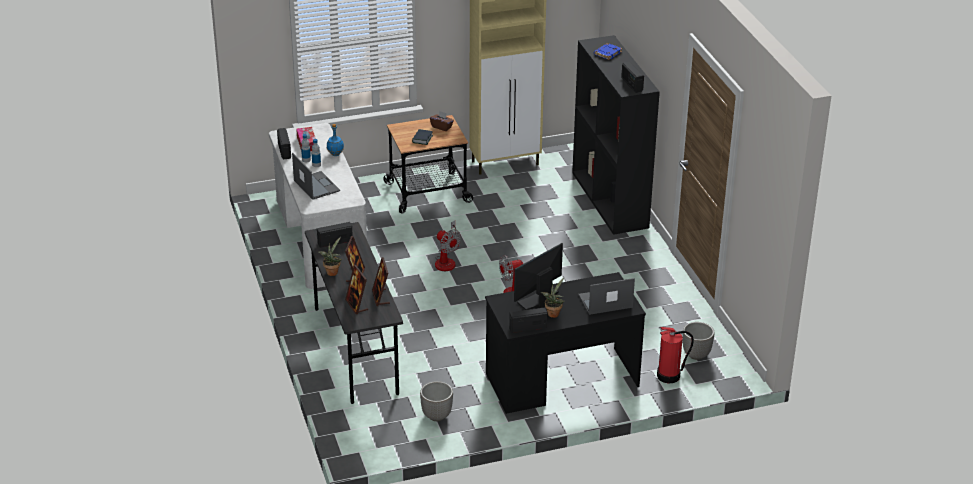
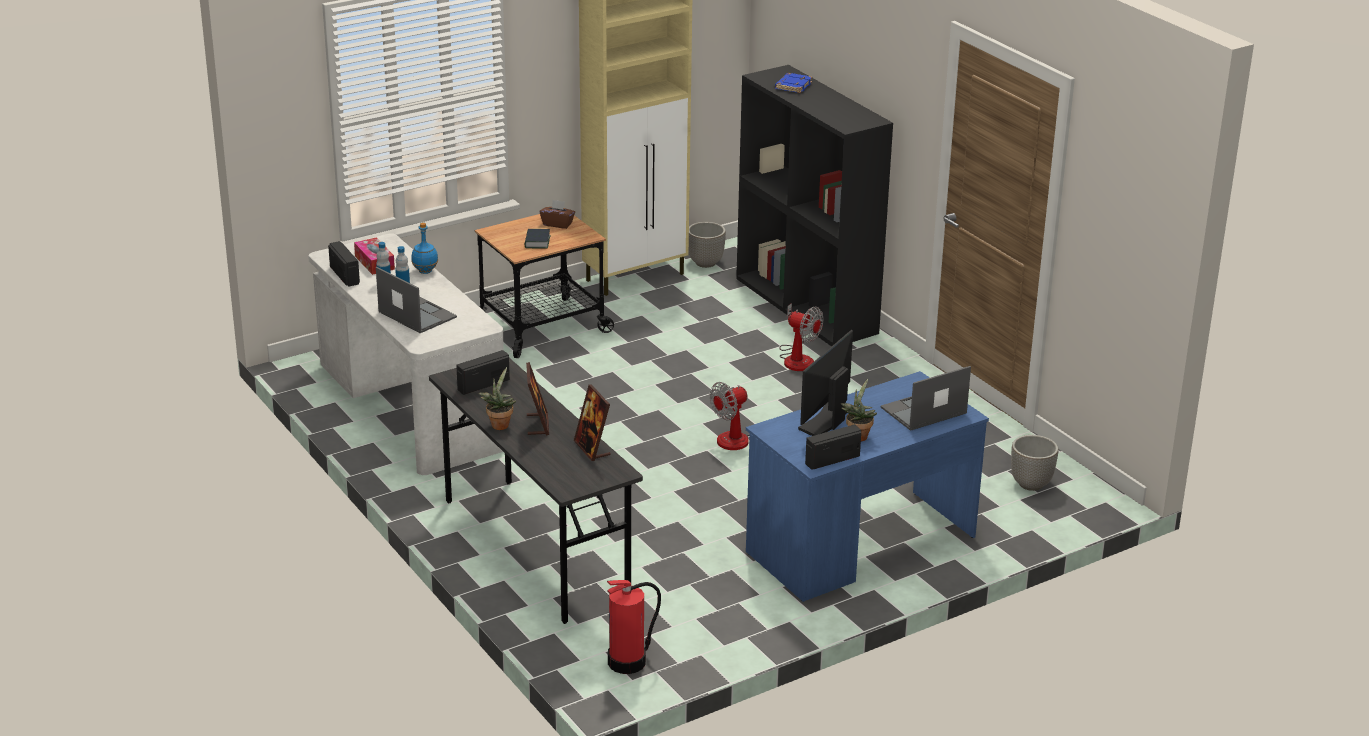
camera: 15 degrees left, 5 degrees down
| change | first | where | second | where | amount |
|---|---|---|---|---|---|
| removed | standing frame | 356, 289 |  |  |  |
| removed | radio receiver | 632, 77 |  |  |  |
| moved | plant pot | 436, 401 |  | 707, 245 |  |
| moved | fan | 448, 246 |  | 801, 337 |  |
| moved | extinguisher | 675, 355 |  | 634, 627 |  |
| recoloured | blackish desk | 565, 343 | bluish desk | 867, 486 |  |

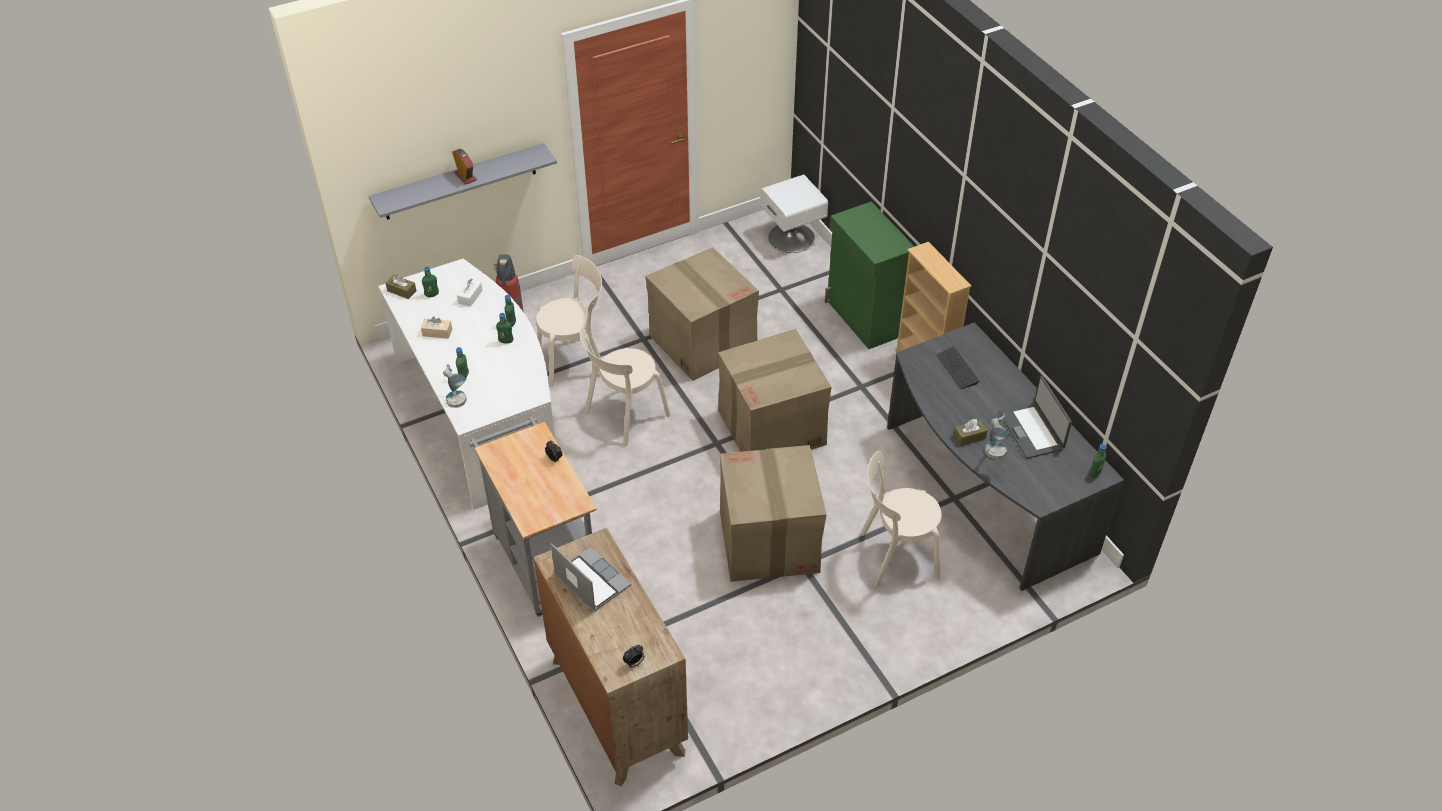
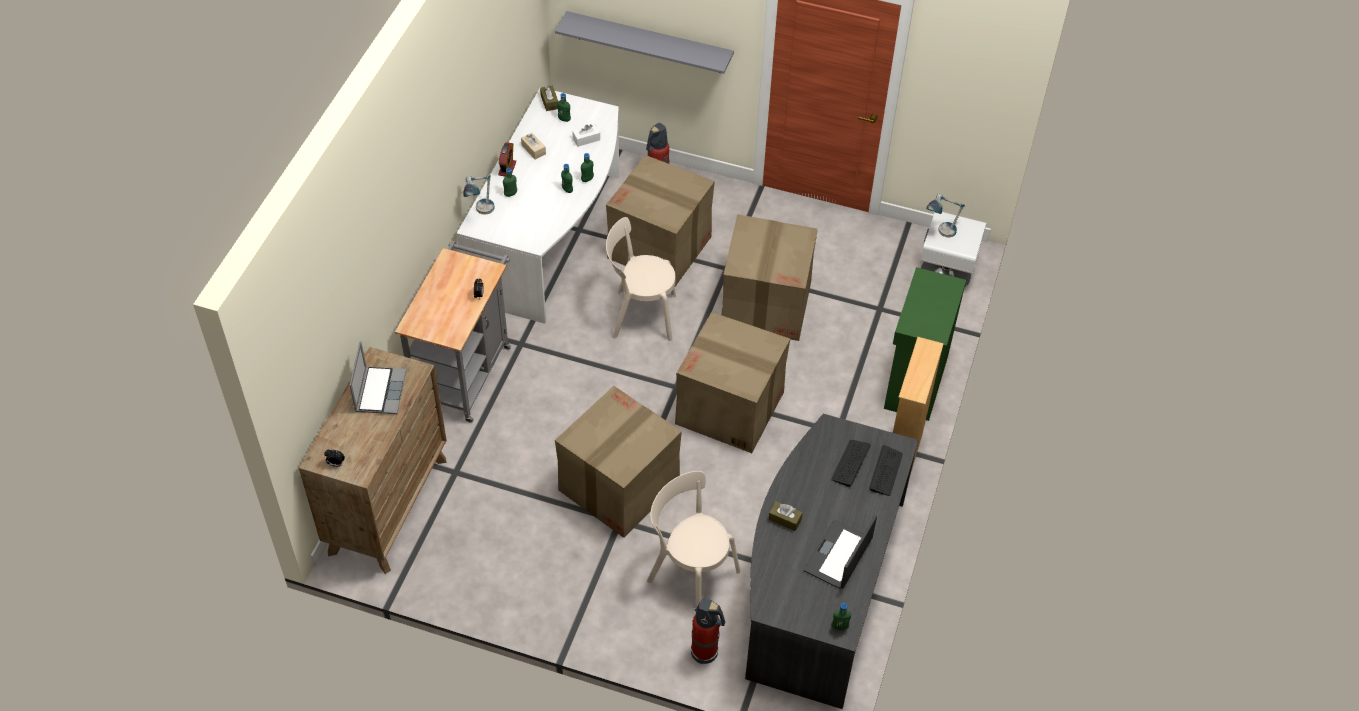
camera: 45 degrees right, 5 degrees up
| change | first | where | second | where | amount |
|---|---|---|---|---|---|
| added |  |  | extinguisher | 708, 631 |  |
| added |  |  | keyboard | 886, 470 |  |
| moved | bedside clock | 464, 167 |  | 507, 159 |  |
| moved | tabletop lamp | 997, 436 |  | 945, 215 |  |
| replaced | beige-coloured plain chair | 569, 321 | cardboard box | 660, 220 |  |

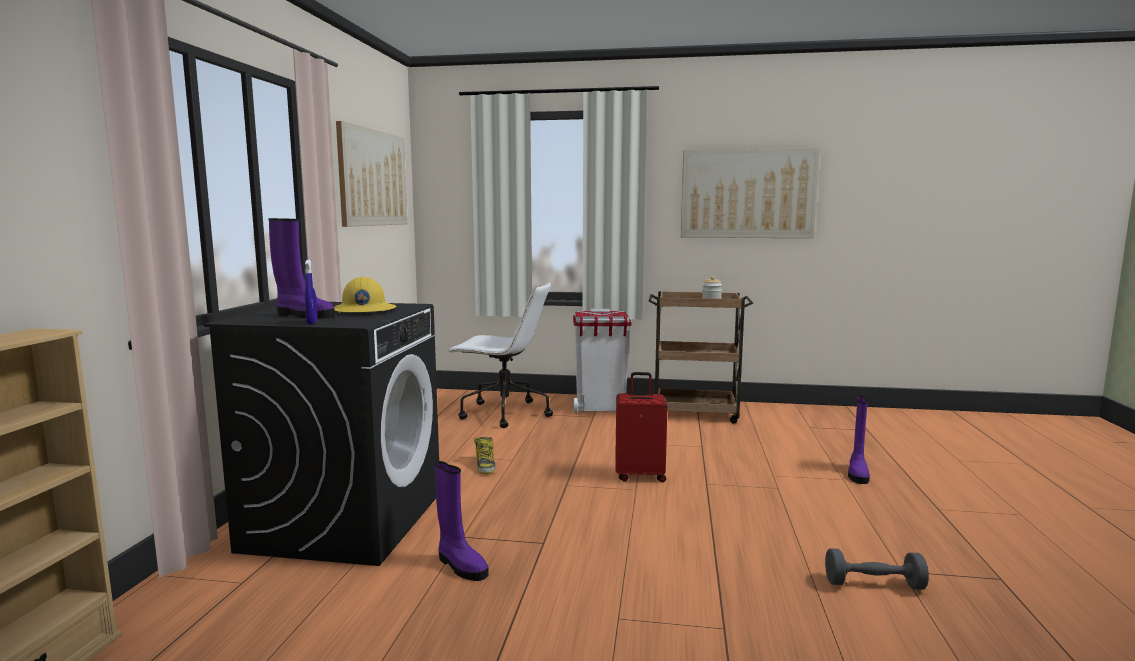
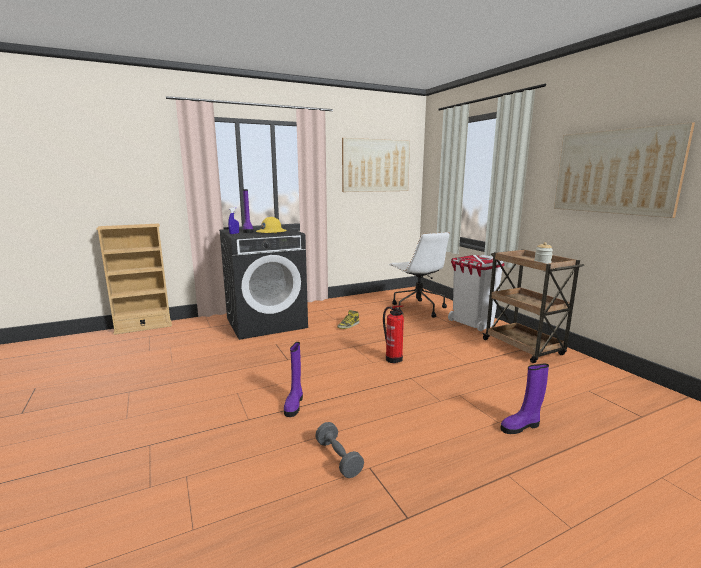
camera: 55 degrees right, 5 degrees up
| change | first | where | second | where | amount |
|---|---|---|---|---|---|
| moved | purple-coloured high-top boot | 462, 521 |  | 293, 379 |  |
| replaced | red piece of luggage | 641, 427 | extinguisher | 393, 334 |  |

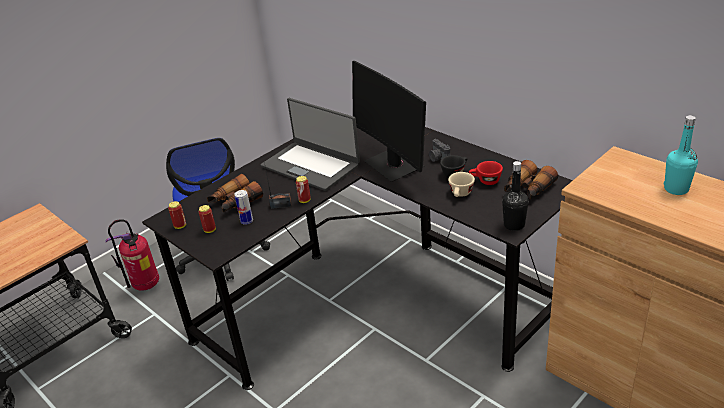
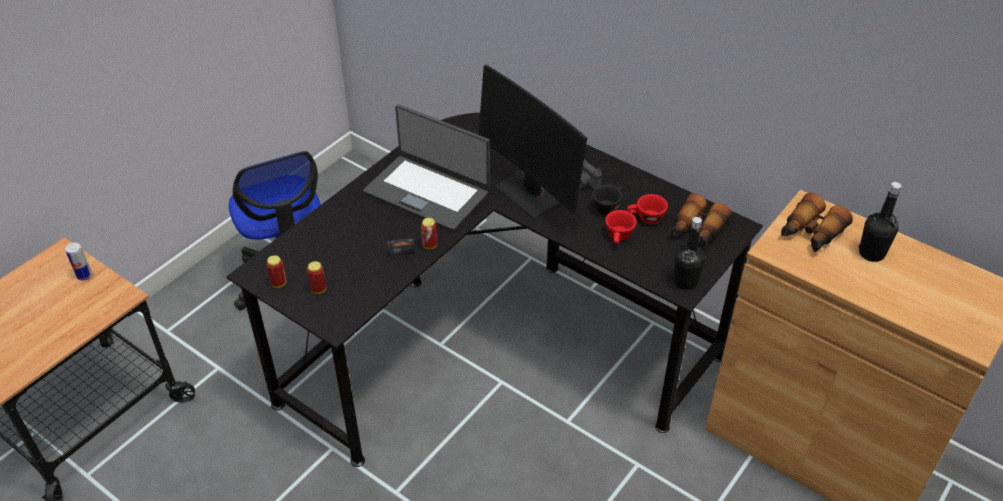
camera: 10 degrees left, 10 degrees up
| change | first | where | second | where | amount |
|---|---|---|---|---|---|
| removed | extinguisher | 132, 255 |  |  |  |
| moved | binoculars | 235, 193 |  | 817, 222 |  |
| moved | can | 243, 207 |  | 78, 261 |  |
| recoloured | beige-coloured cup | 461, 184 | red cup | 621, 227 |  |
| recoloured | turquoise bottle | 681, 155 | blackish bottle | 880, 222 |  |

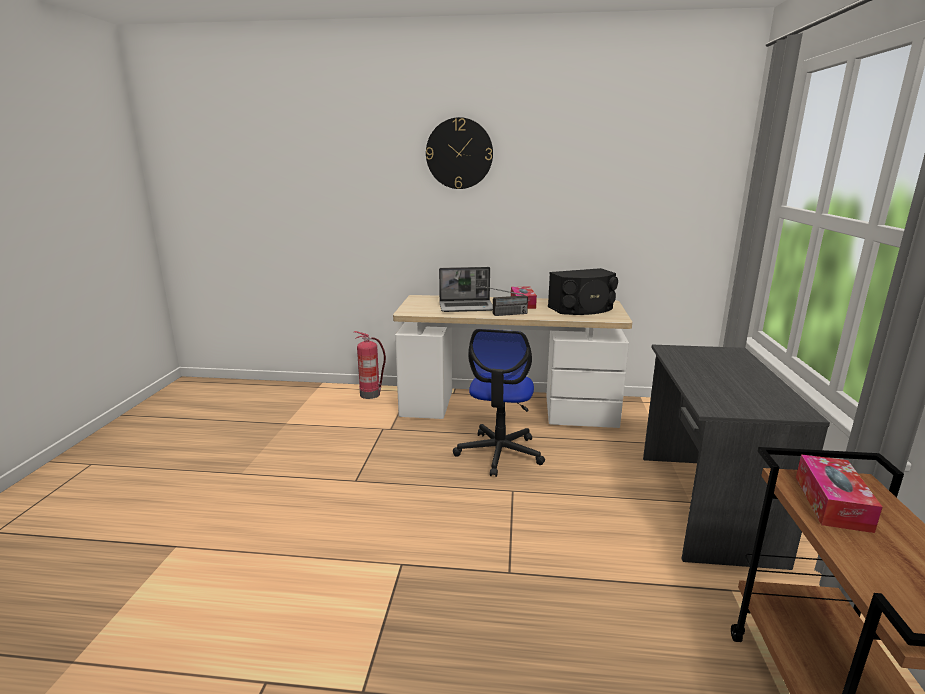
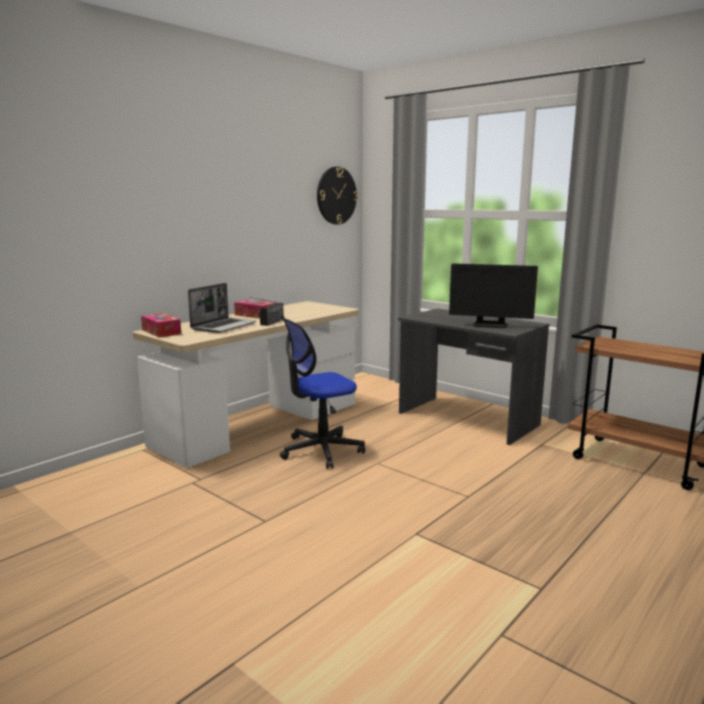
camera: 55 degrees left, 5 degrees down
| change | first | where | second | where | amount |
|---|---|---|---|---|---|
| removed | extinguisher | 370, 365 |  |  |  |
| removed | blackish loudspeaker | 583, 291 |  |  |  |
| added |  |  | computer screen | 493, 295 |  |
| moved | clock on the wall | 459, 153 |  | 337, 196 |  |
| moved | tissue box | 839, 493 |  | 161, 325 |  |
| turned | computer chair | 499, 403 |  | 322, 393 | 105 degrees clockwise |

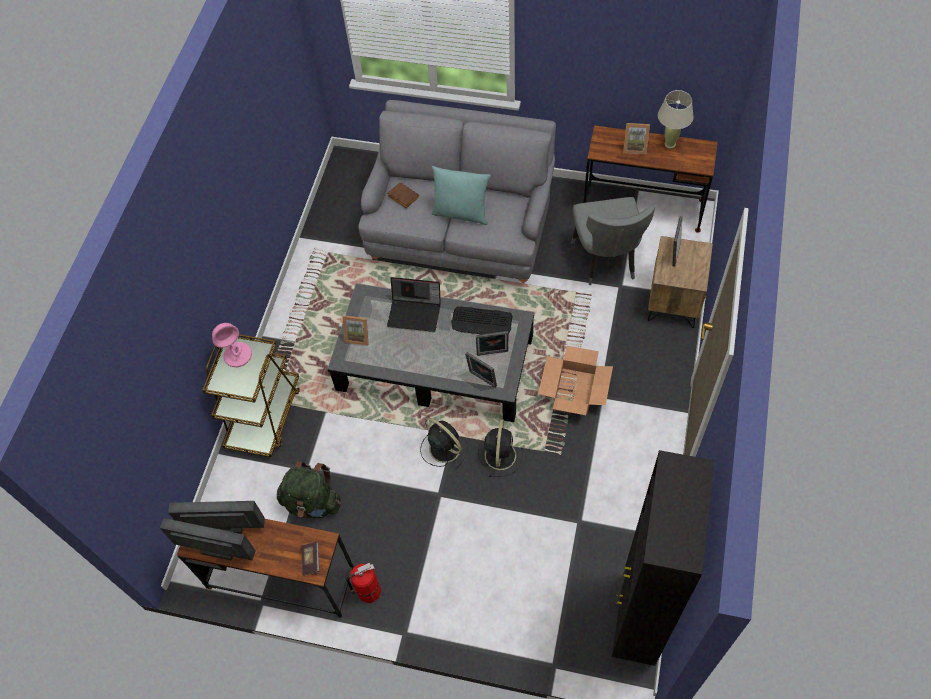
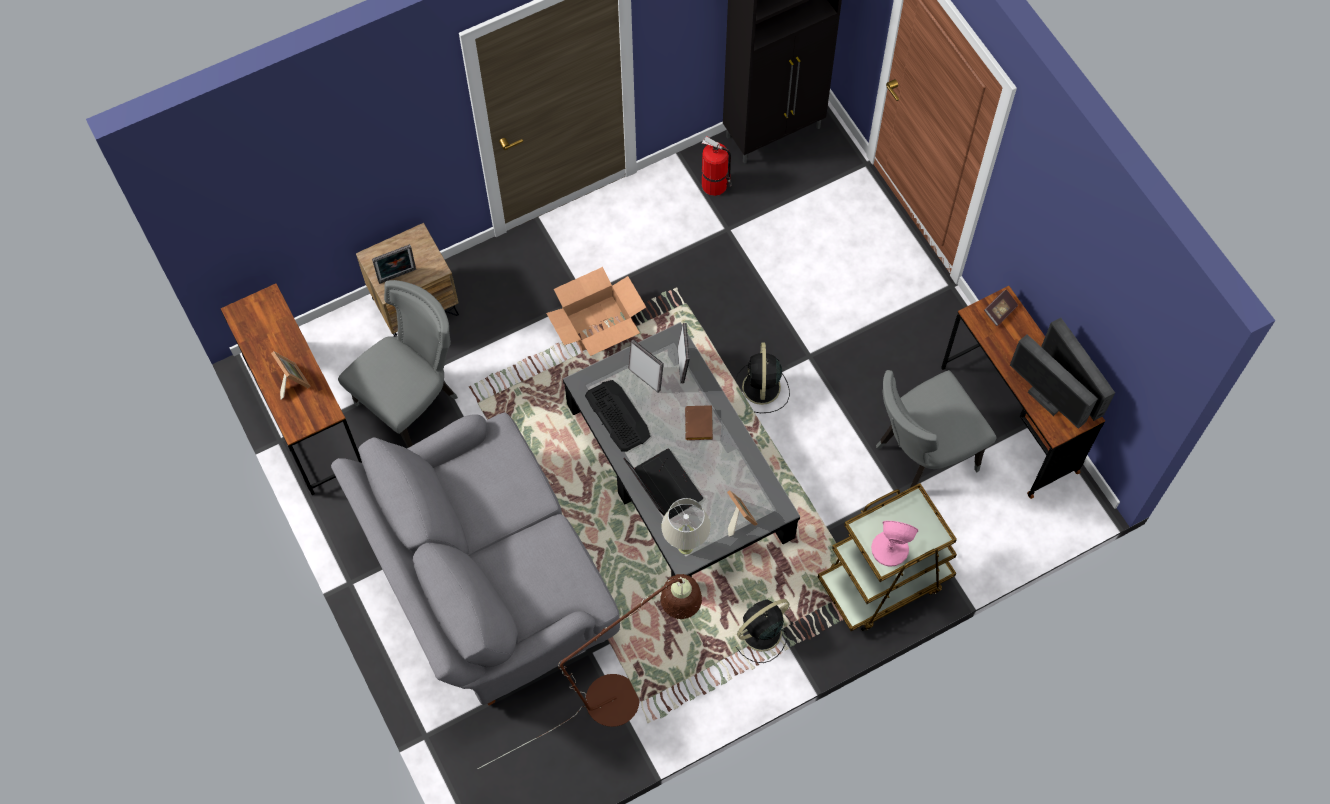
camera: 135 degrees left, 5 degrees up
| change | first | where | second | where | amount |
|---|---|---|---|---|---|
| removed | turquoise pillow | 461, 195 |  |  |  |
| added |  |  | brownish standard lamp | 590, 671 |  |
| moved | extinguisher | 364, 583 |  | 716, 166 |  |
| moved | brownish volume | 403, 195 |  | 699, 422 |  |
| moved | blackish fan | 500, 448 |  | 765, 631 |  |
| moved | beige-coloured tabletop lamp | 676, 119 |  | 686, 526 |  |
| replaced | green knapsack | 309, 489 | grey plain chair | 936, 428 |  |

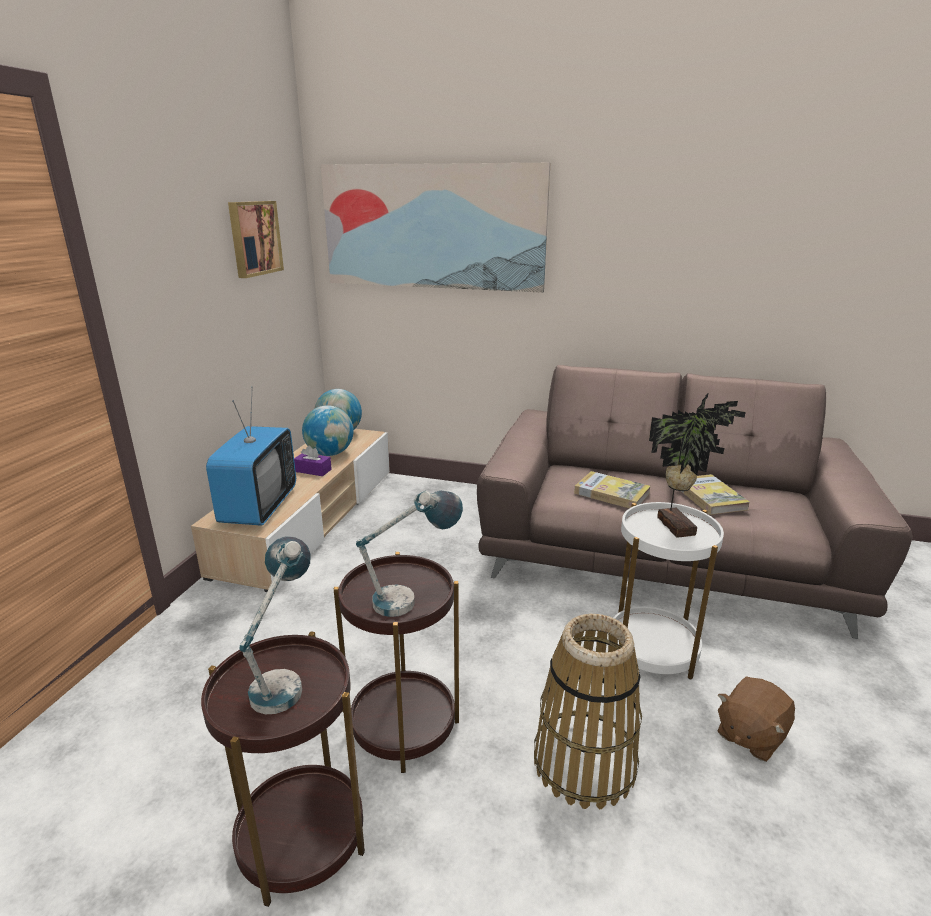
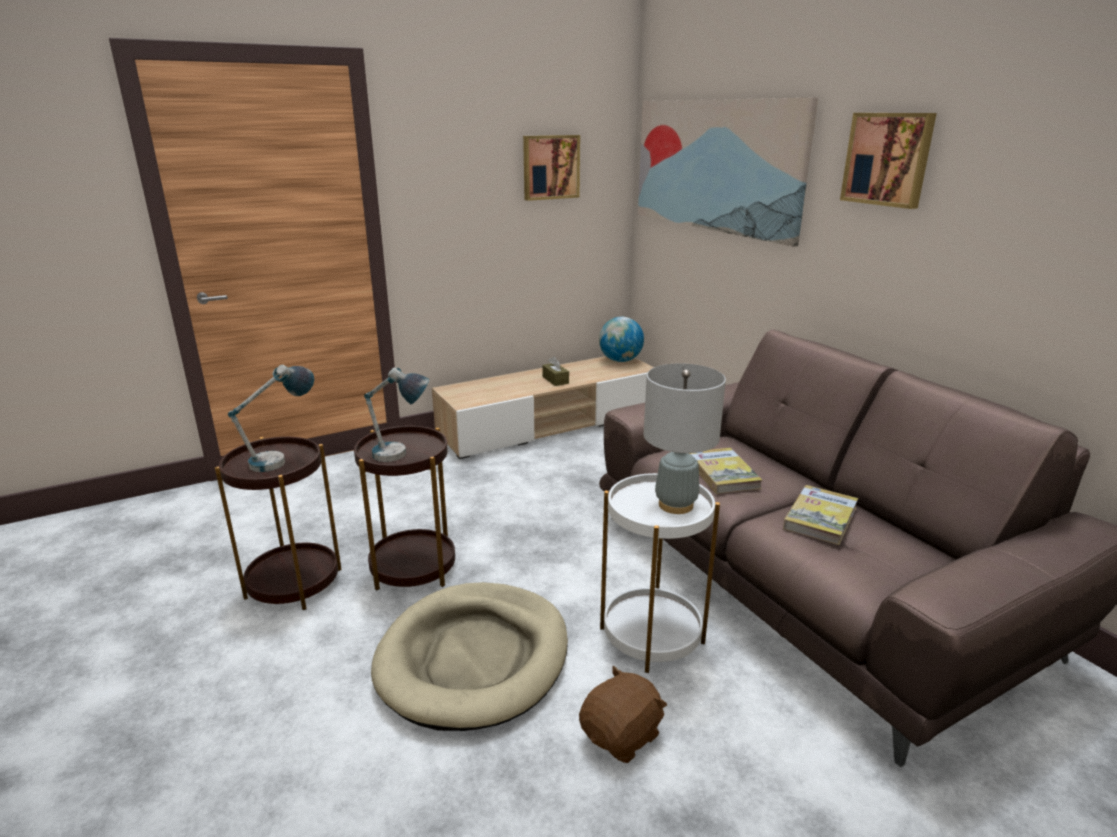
camera: 45 degrees right, 0 degrees up
| change | first | where | second | where | amount |
|---|---|---|---|---|---|
| removed | TV set | 251, 456 |  |  |  |
| removed | world globe | 328, 430 |  |  |  |
| added |  |  | wall picture | 888, 161 |  |
| replaced | storage basket | 588, 711 | beige-coloured pet bed | 469, 656 |  |
| replaced | potted plant | 697, 465 | grey tabletop lamp | 685, 438 |  |
| recoloured | purple-coloured tissue box | 313, 461 | brownish tissue box | 555, 371 |  |
| turned | brownish soft toy | 756, 719 |  | 623, 714 | 135 degrees clockwise |

